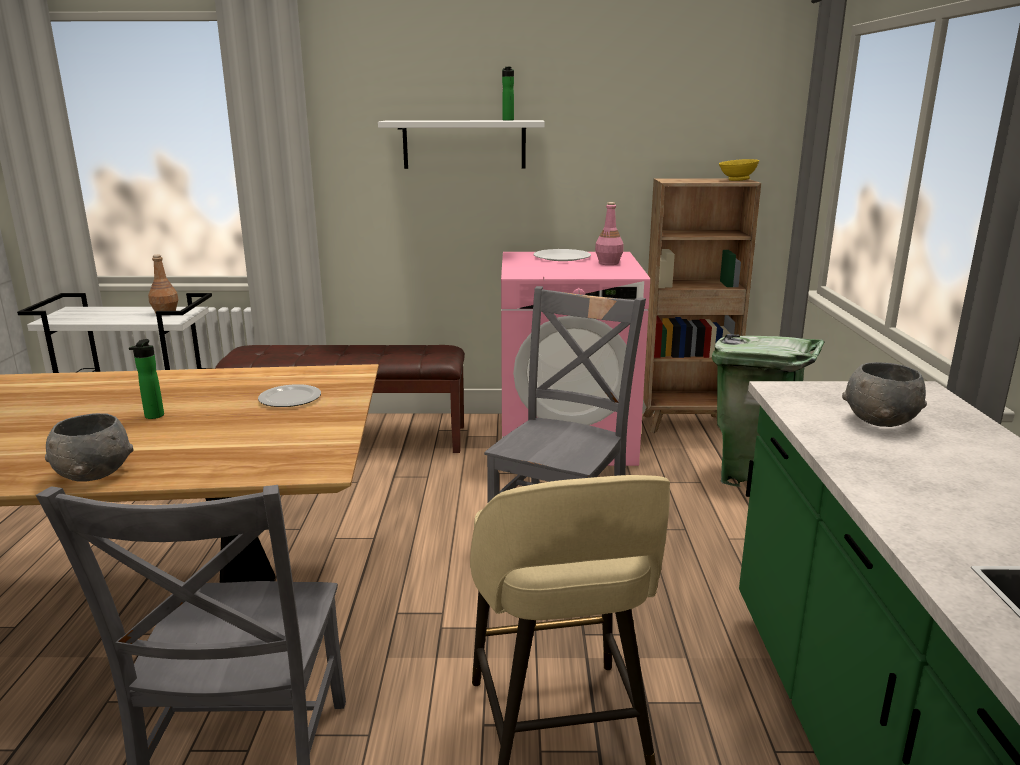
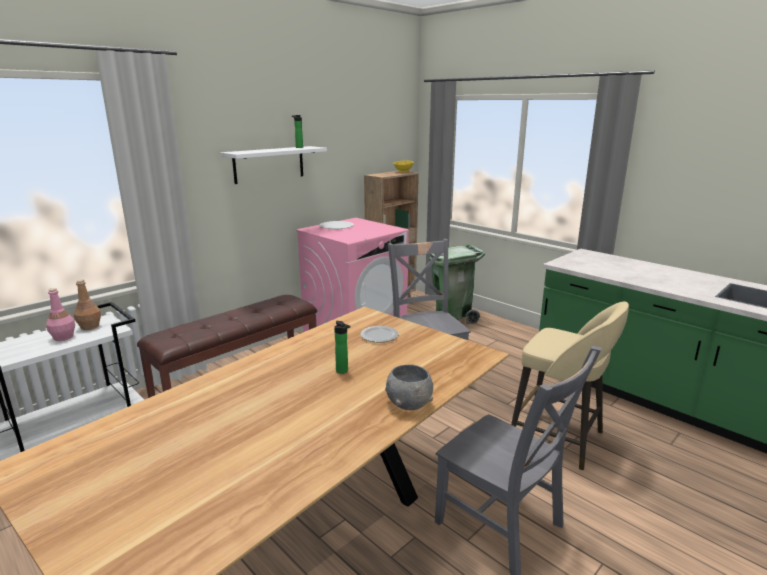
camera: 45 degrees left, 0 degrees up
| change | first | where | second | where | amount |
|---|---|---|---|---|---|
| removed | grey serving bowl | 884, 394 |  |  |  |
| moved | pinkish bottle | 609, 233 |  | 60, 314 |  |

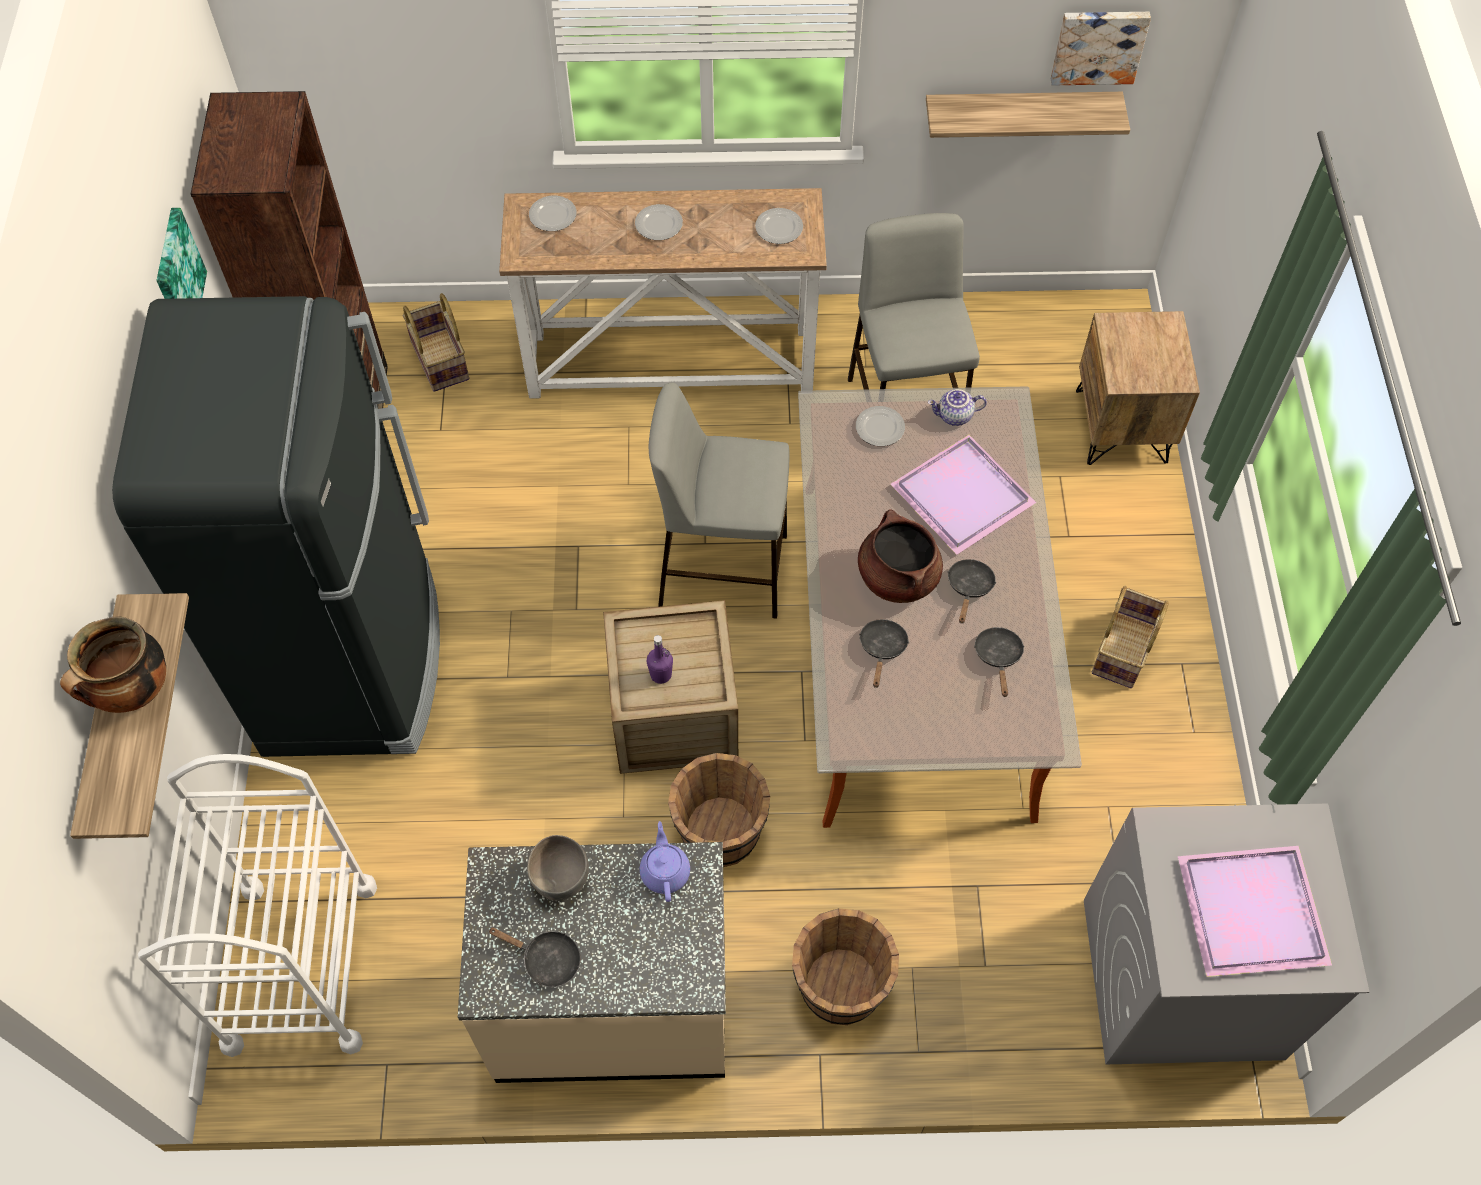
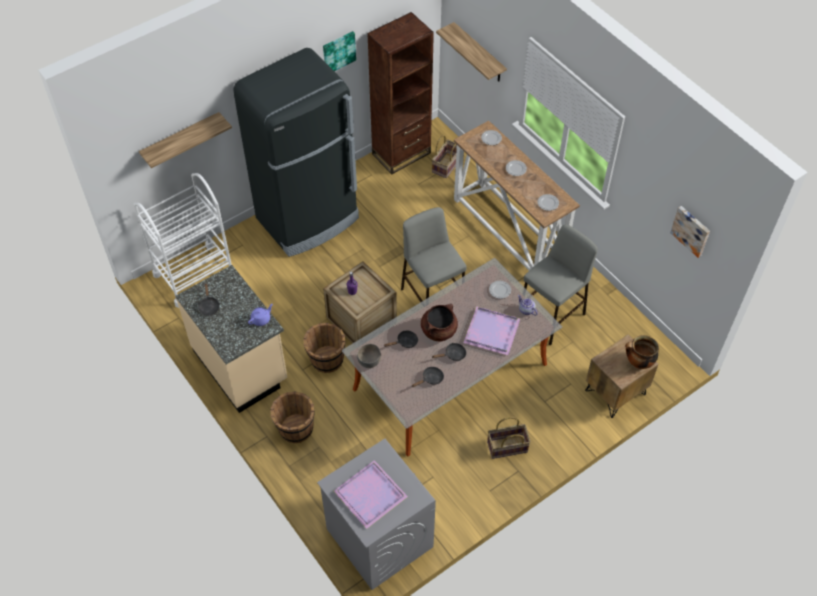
camera: 55 degrees right, 5 degrees down
| change | first | where | second | where | amount |
|---|---|---|---|---|---|
| moved | stockpot | 113, 665 |  | 642, 352 |  |
| moved | grey serving bowl | 558, 868 |  | 369, 356 |  |
| moved | wall shelf | 1028, 115 |  | 471, 51 |  |

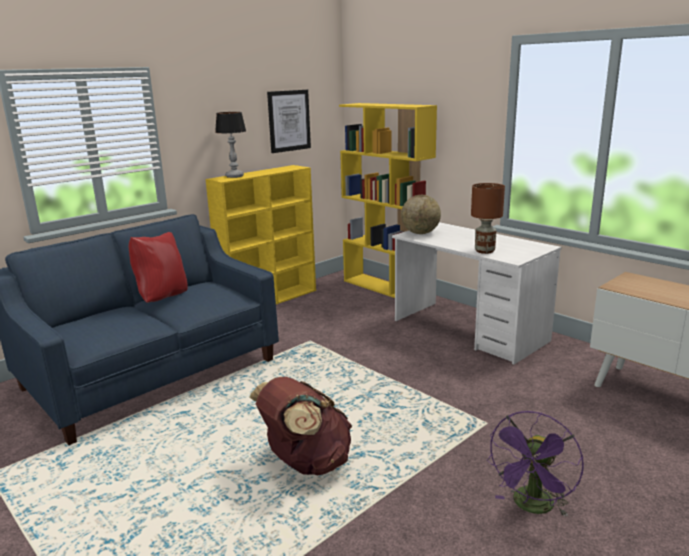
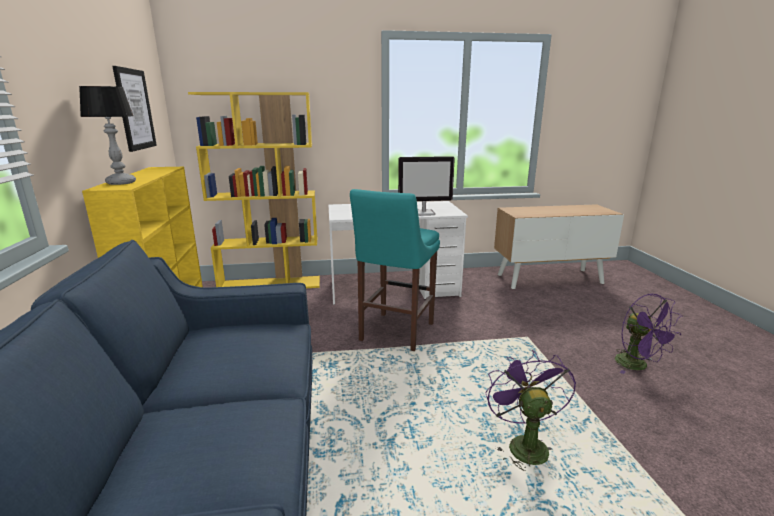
camera: 55 degrees left, 0 degrees up
| change | first | where | second | where | amount |
|---|---|---|---|---|---|
| removed | red pillow | 158, 267 |  |  |  |
| removed | world globe | 421, 214 |  |  |  |
| added |  |  | turquoise sitting stool | 395, 270 |  |
| replaced | brownish knapsack | 301, 426 | purple-coloured fan | 531, 410 |  |
| replaced | brownish tabletop lamp | 488, 218 | computer screen | 426, 186 |  |

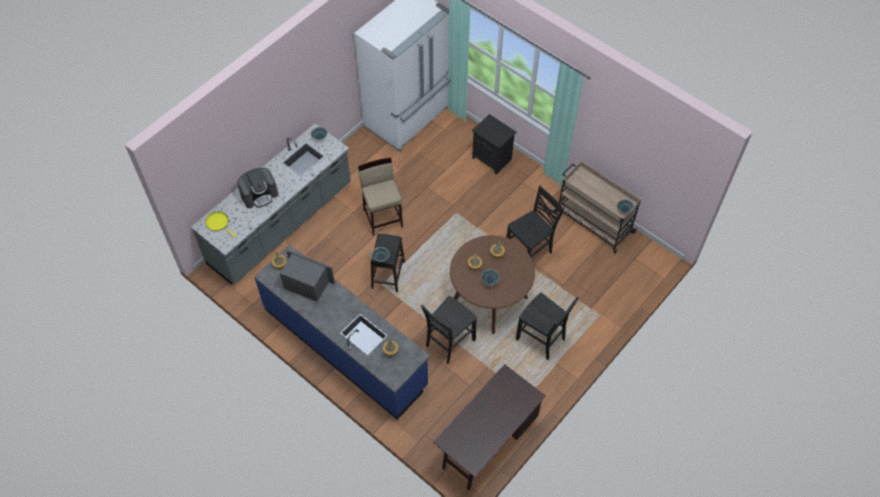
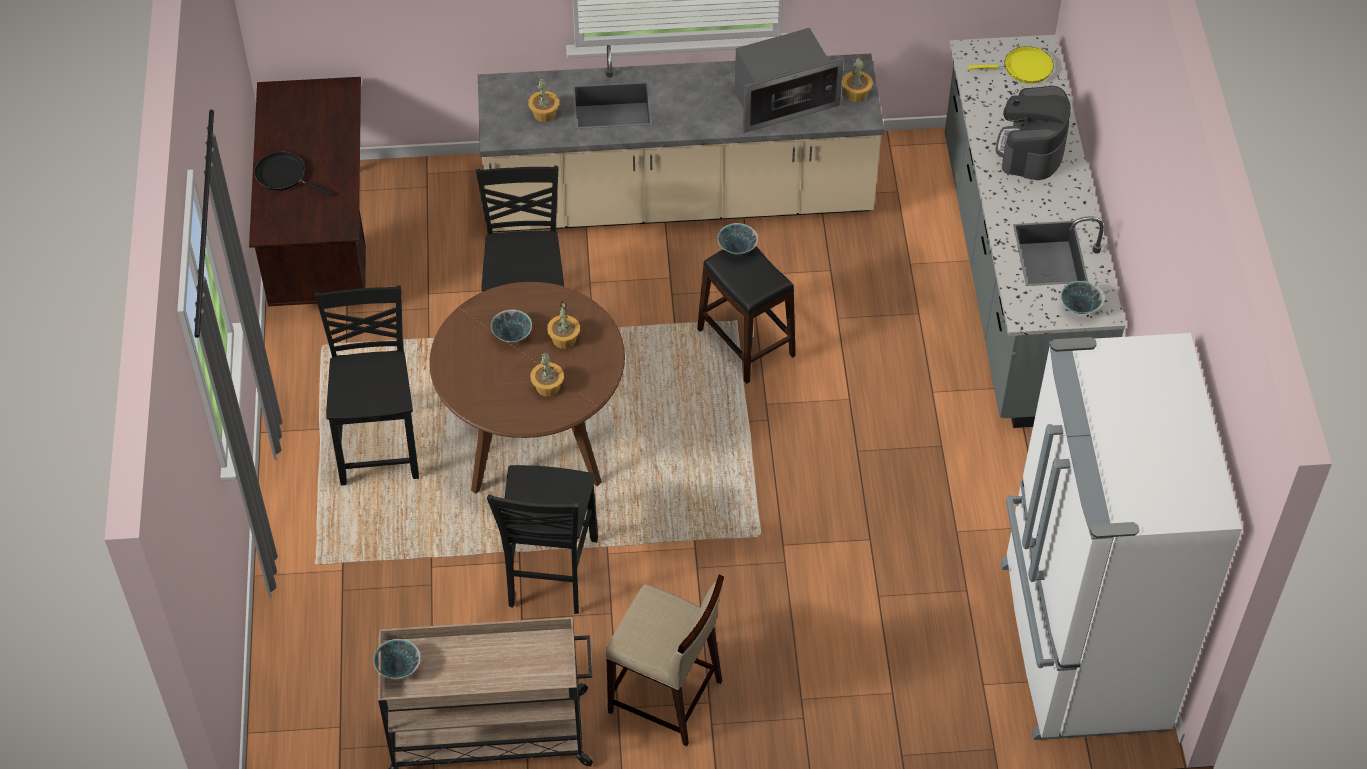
camera: 135 degrees right, 5 degrees down
| change | first | where | second | where | amount |
|---|---|---|---|---|---|
| removed | blackish nightstand | 494, 144 |  |  |  |
| added |  |  | blackish skillet | 293, 173 |  |
| moved | beige-coloured sitting stool | 380, 197 |  | 664, 660 |  |
| recoloured | bluish kitchen base unit | 342, 332 | beige-coloured kitchen base unit | 681, 138 |  |
| turned | blackish plain chair | 547, 326 |  | 366, 385 | 90 degrees clockwise |

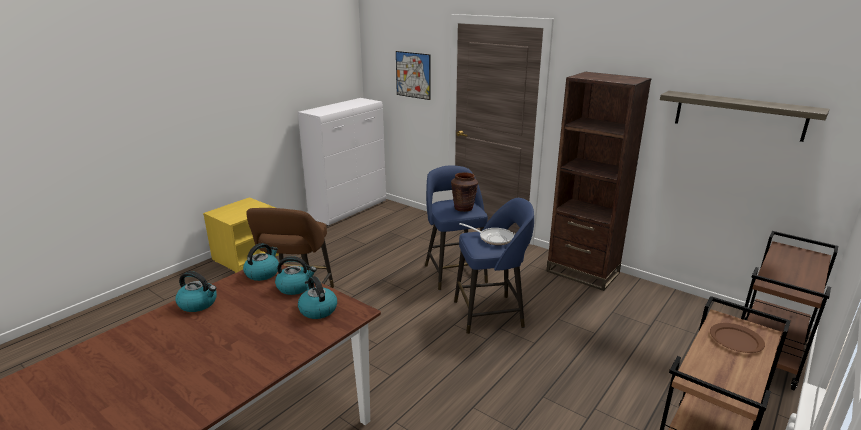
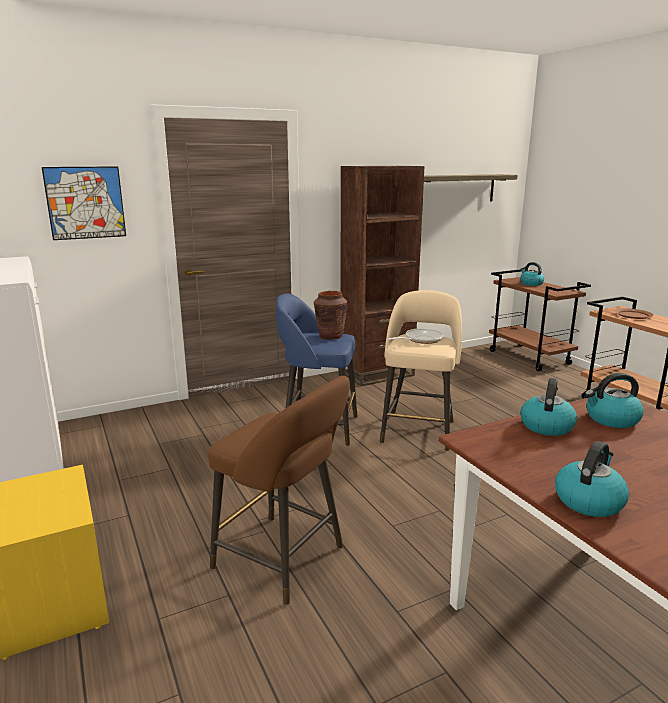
camera: 65 degrees left, 5 degrees down
| change | first | where | second | where | amount |
|---|---|---|---|---|---|
| moved | kettle | 261, 262 |  | 532, 274 |  |
| recoloured | bluish sitting stool | 494, 266 | beige-coloured sitting stool | 421, 370 |  |

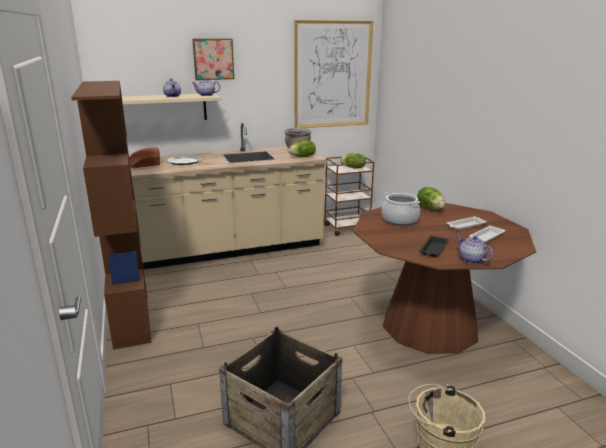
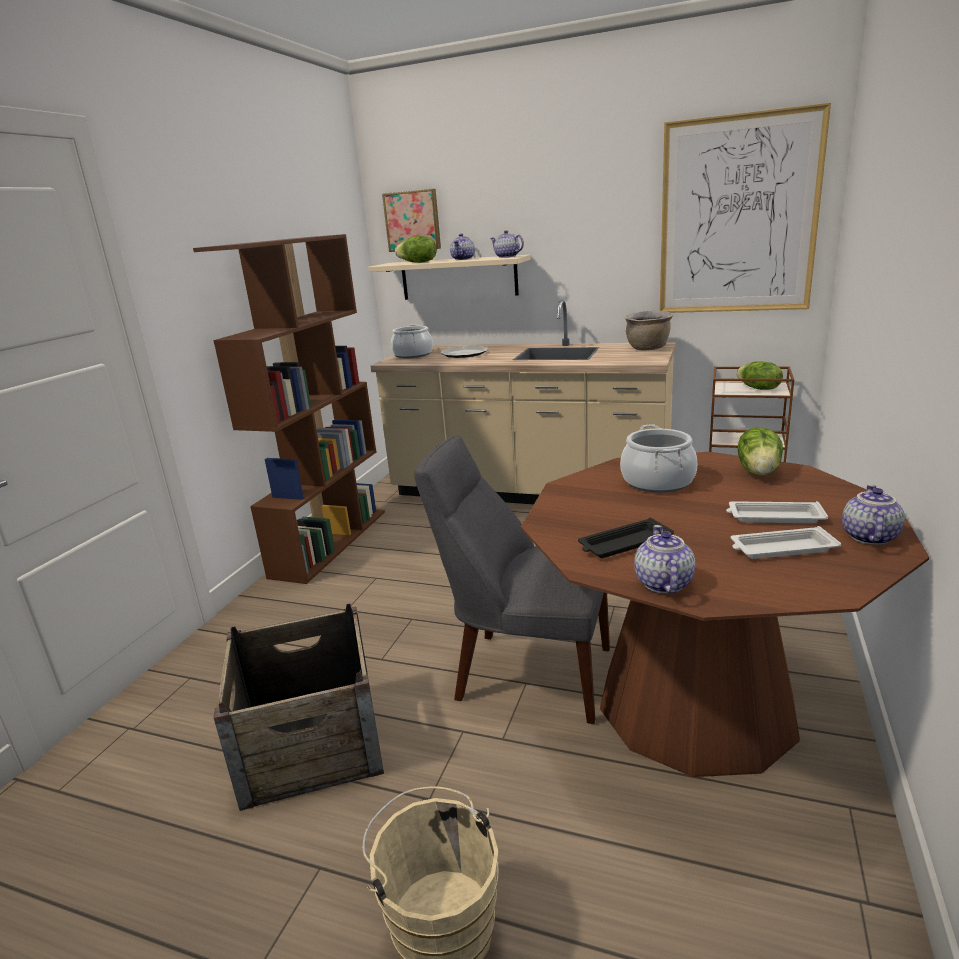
camera: 40 degrees right, 0 degrees up
| change | first | where | second | where | amount |
|---|---|---|---|---|---|
| added |  |  | grey plain chair | 512, 580 |  |
| added |  |  | teapot | 873, 515 |  |
| moved | wall picture | 213, 59 |  | 411, 220 |  |
| moved | head of lettuce | 302, 148 |  | 416, 249 |  |
| replaced | bakery bread | 144, 157 | stockpot | 412, 341 |  |

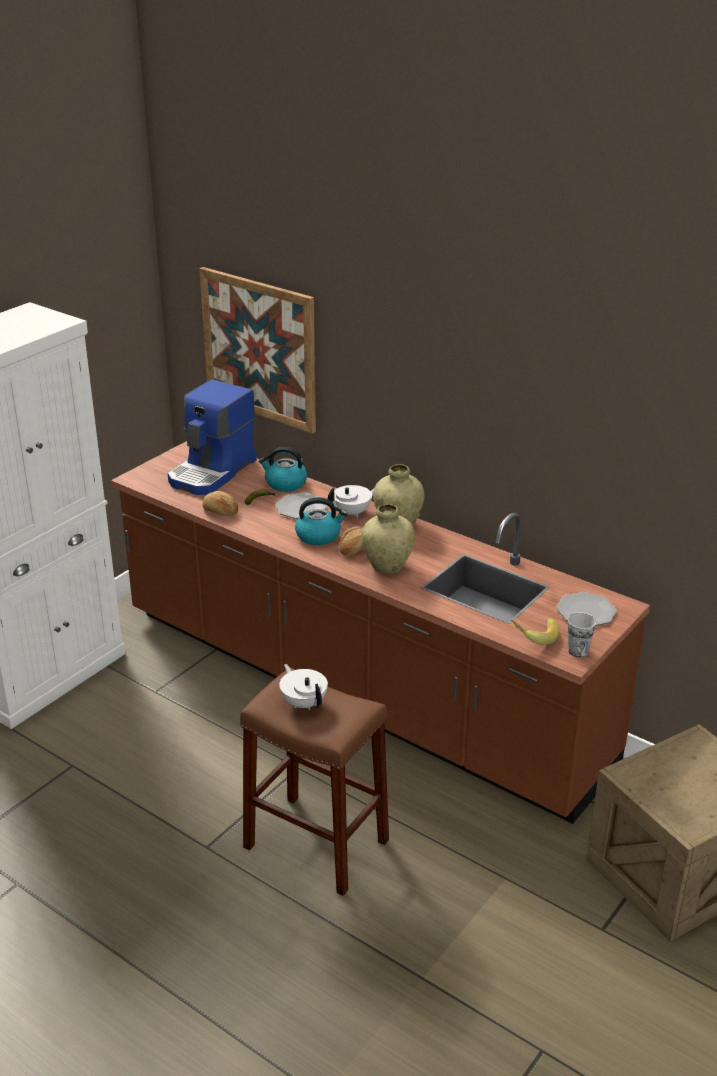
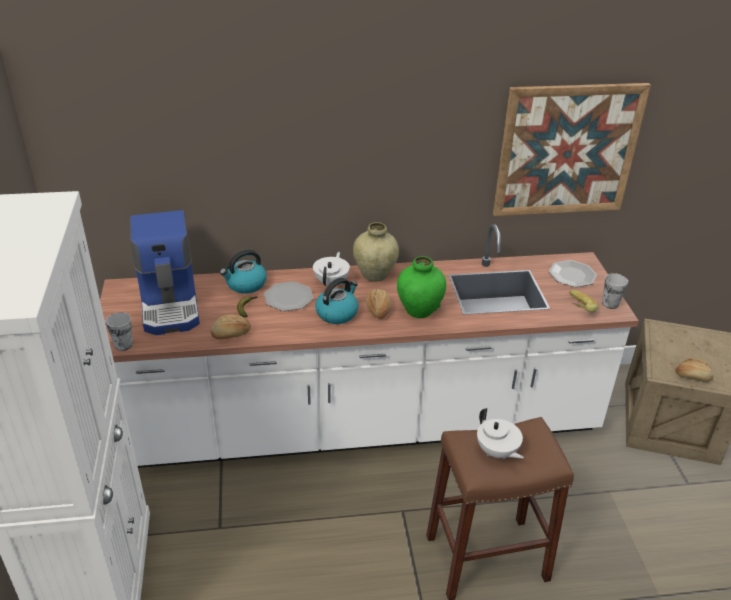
camera: 45 degrees left, 5 degrees up
| change | first | where | second | where | amount |
|---|---|---|---|---|---|
| added |  |  | cup | 119, 331 |  |
| added |  |  | bakery bread | 694, 370 |  |
| moved | wall picture | 257, 350 |  | 572, 149 |  |
| recoloured | brownish kitchen base unit | 380, 632 | white-coloured kitchen base unit | 369, 346 |  |
| recoloured | beige-coloured decorative vase | 388, 539 | green decorative vase | 421, 287 |  |
| turned | white-coloured teapot | 303, 687 |  | 500, 433 | 135 degrees counterclockwise |

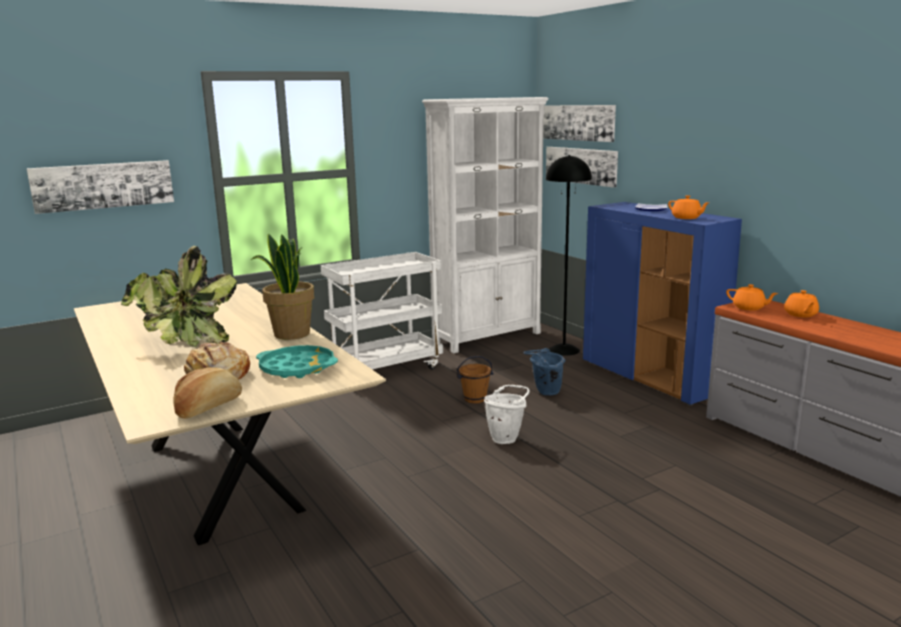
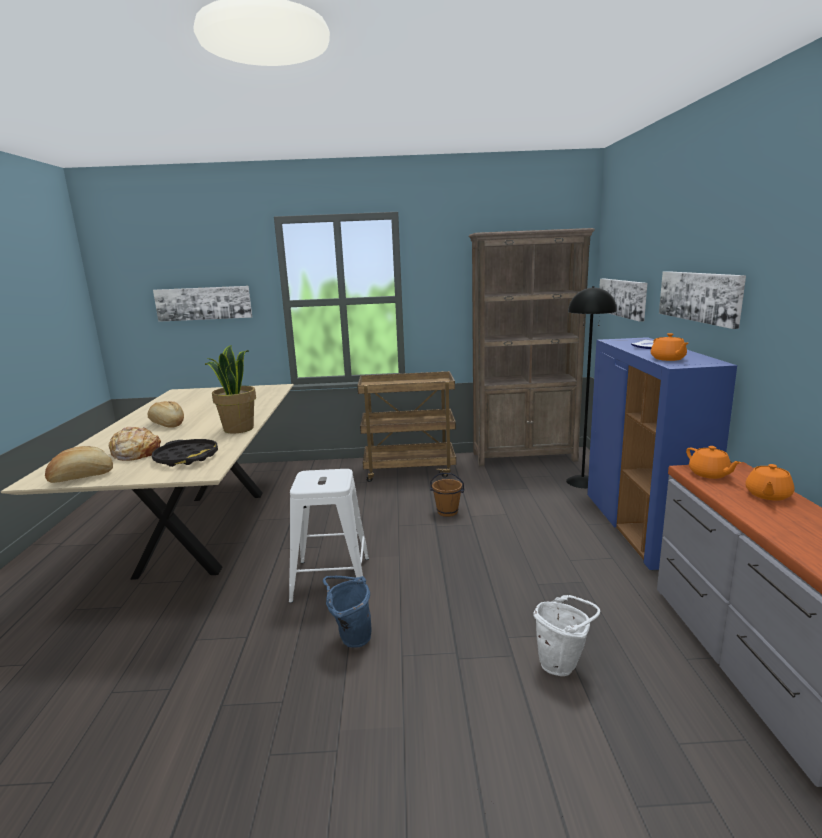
camera: 30 degrees right, 0 degrees up
| change | first | where | second | where | amount |
|---|---|---|---|---|---|
| added |  |  | white-coloured sitting stool | 329, 536 |  |
| moved | white-coloured bucket | 507, 414 |  | 566, 635 |  |
| moved | bluish bucket | 545, 371 |  | 347, 612 |  |
| moved | wall picture | 579, 123 |  | 702, 300 |  |
| replaced | potted plant | 179, 296 | bakery bread | 166, 414 |  |
| recoloured | turquoise tray | 297, 361 | blackish tray | 185, 453 |  |
| recoloured | white-coloured cart | 382, 311 | brownish cart | 406, 426 |  |
| recoloured | white-coloured bookshelf | 485, 225 | brownish bookshelf | 532, 347 |  |

